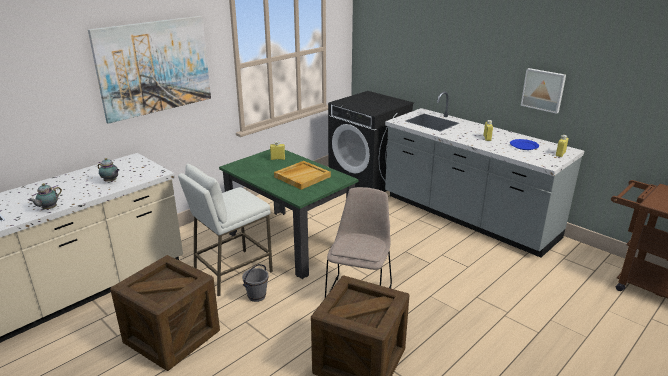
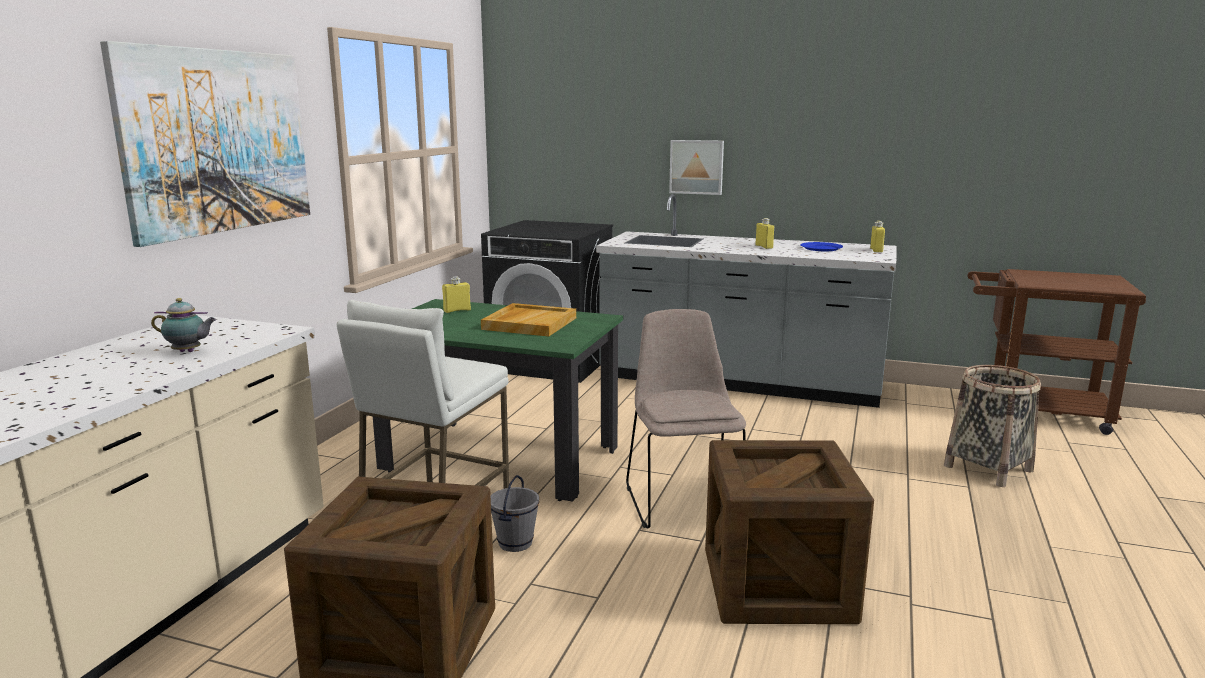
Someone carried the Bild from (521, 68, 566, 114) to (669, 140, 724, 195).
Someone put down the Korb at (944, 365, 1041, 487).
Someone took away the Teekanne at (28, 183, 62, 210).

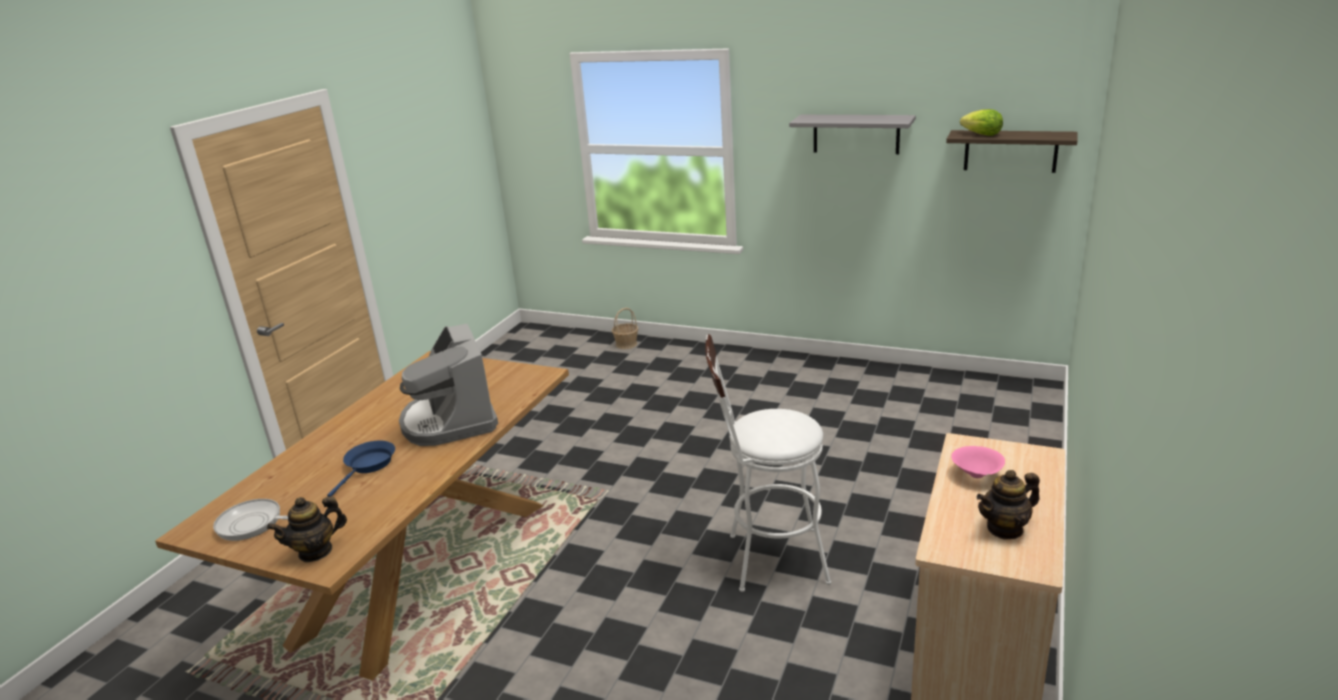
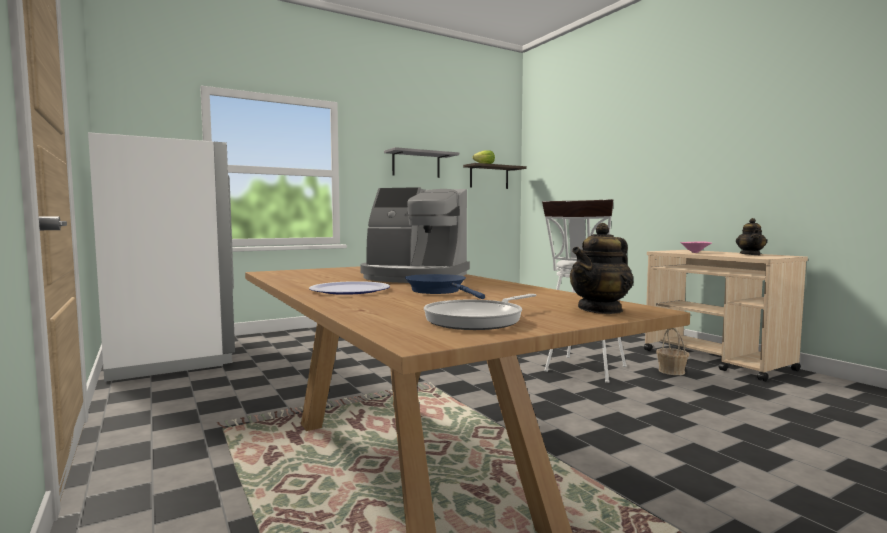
Someone put down the Kühlschrank [weiß] at (88, 132, 235, 382).
Someone put down the Teller at (309, 281, 390, 295).
Someone rotated the Teekanne at (267, 496, 347, 563) by 45 degrees clockwise.
Someone carried the Korb from (612, 308, 638, 349) to (656, 328, 689, 375).

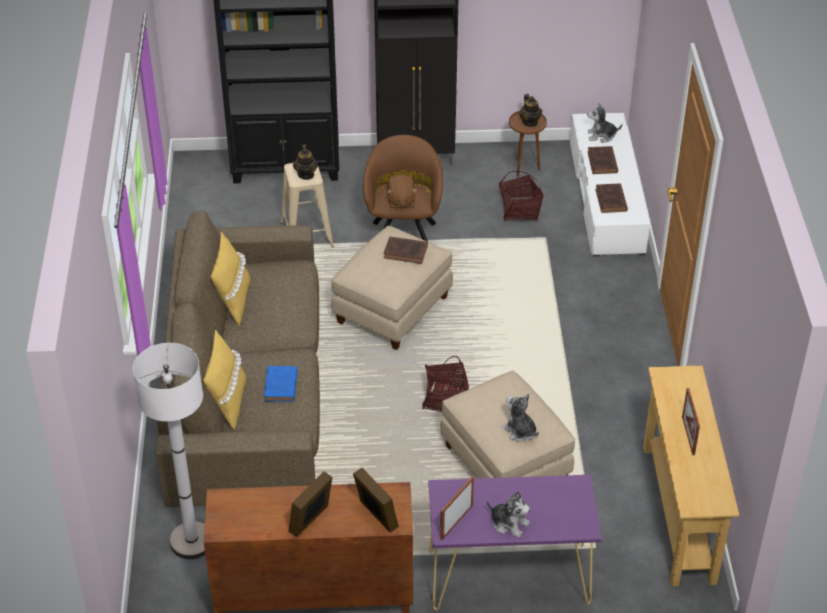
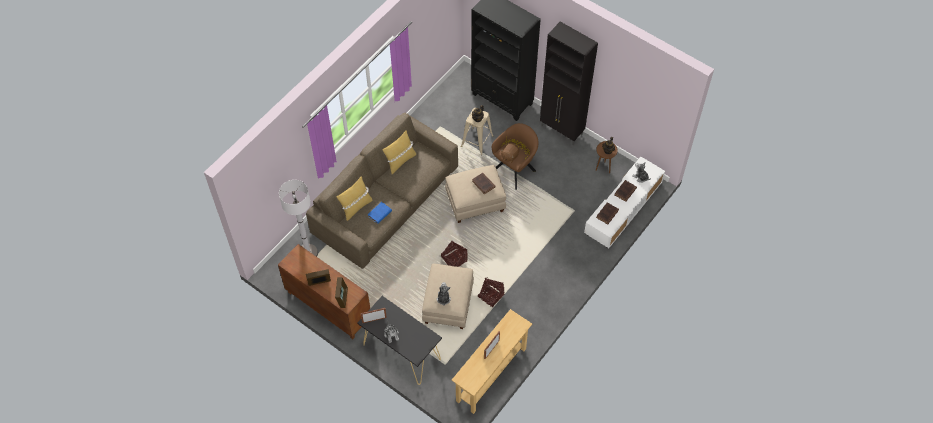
Someone repainted the Konsolentisch [lila] at (428, 475, 602, 611), which became the Konsolentisch [schwarz] at (357, 296, 442, 385).
Someone carried the Korb from (499, 171, 544, 221) to (478, 278, 504, 308).

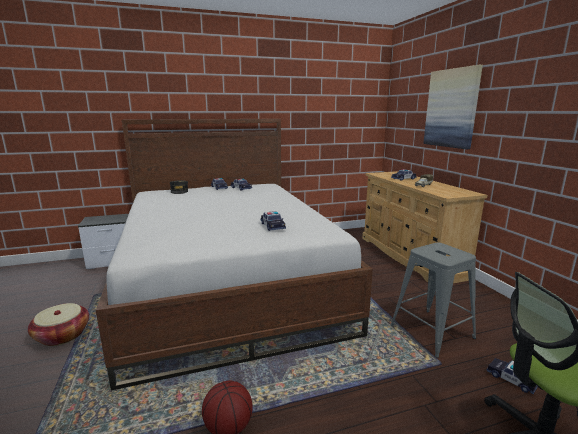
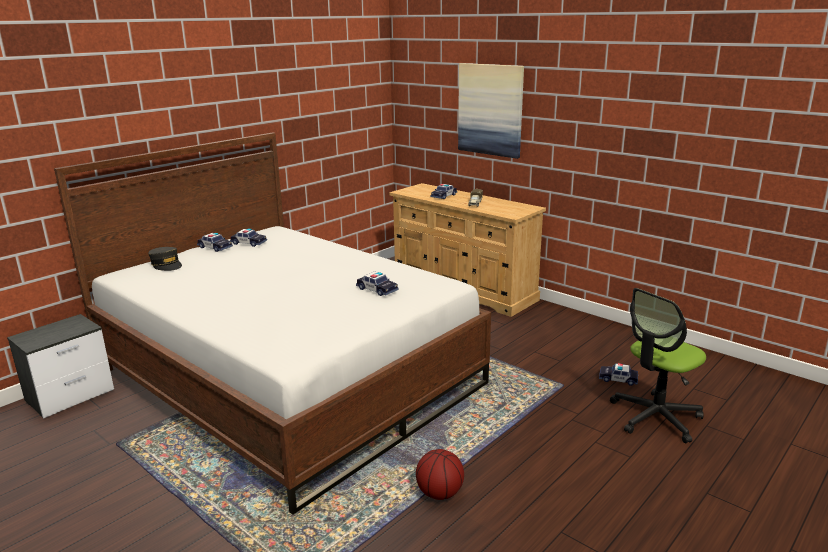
Someone took away the Korb at (28, 303, 89, 346).
Someone took away the Hocker [grau] at (391, 243, 476, 358).

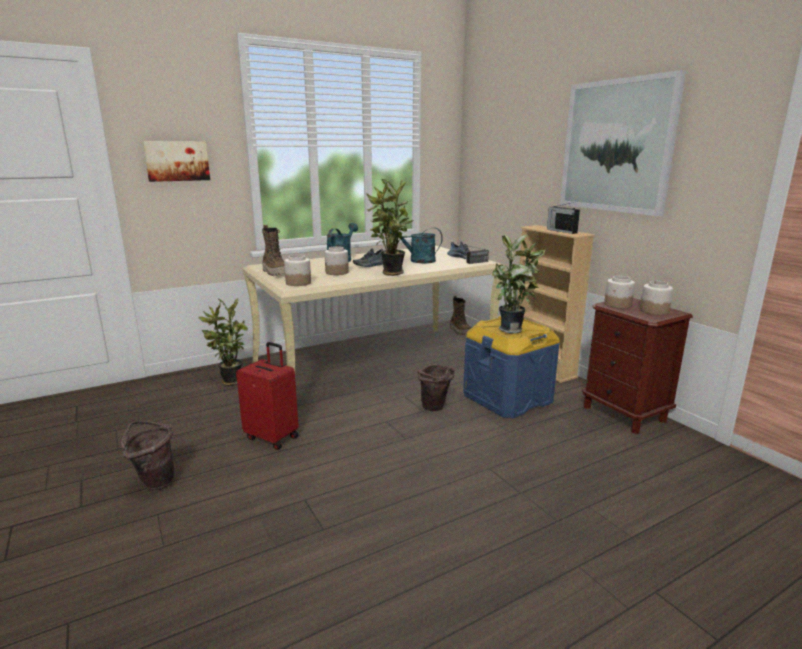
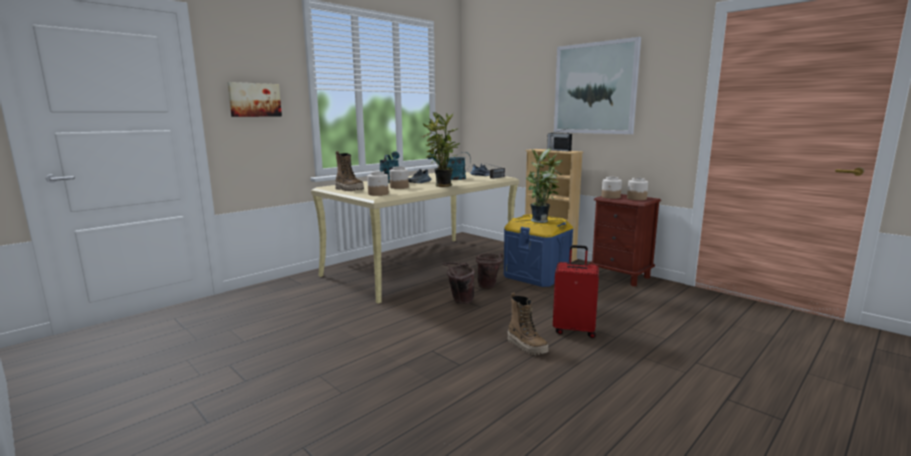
Someone carried the Eimer [braun] from (121, 421, 174, 490) to (442, 262, 475, 304).
Someone carried the Stiefel from (450, 296, 471, 335) to (507, 293, 549, 355).
Someone carried the Koffer [rot] from (236, 342, 299, 450) to (553, 245, 599, 338).
Someone took away the Topfpflanze at (198, 298, 248, 386).

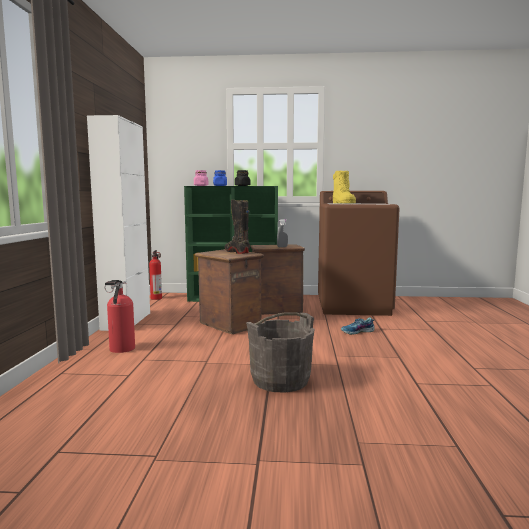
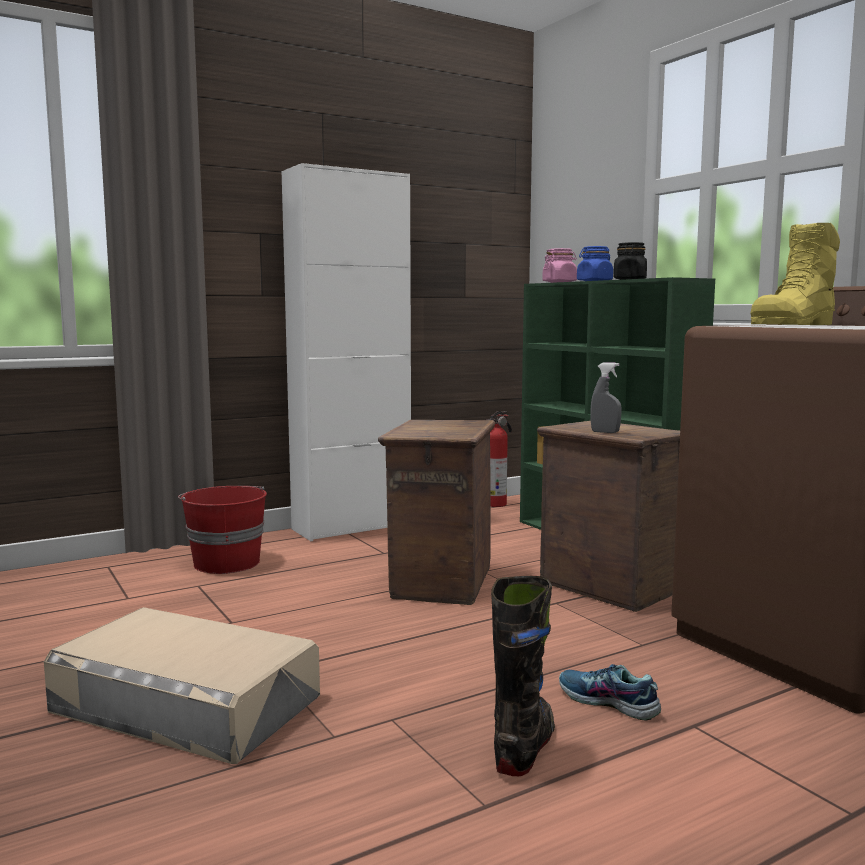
Someone swapped the Eimer [grau] at (246, 312, 314, 393) for the Aufbewahrungsbox [beige] at (44, 607, 320, 764).
Someone swapped the Feuerlöscher at (105, 280, 135, 353) for the Eimer [rot] at (178, 486, 267, 574).
Someone carried the Stiefel [schwarz] from (225, 200, 250, 254) to (491, 576, 555, 776).

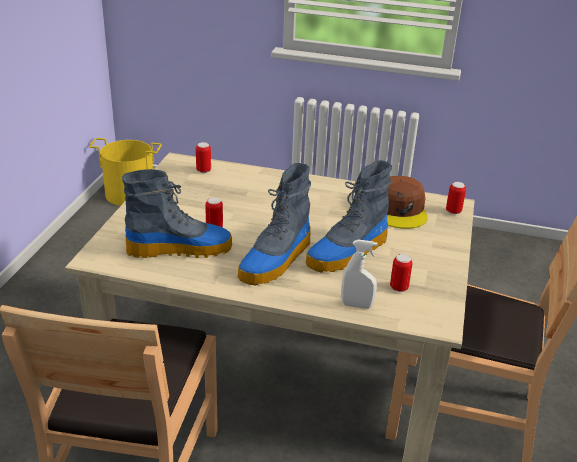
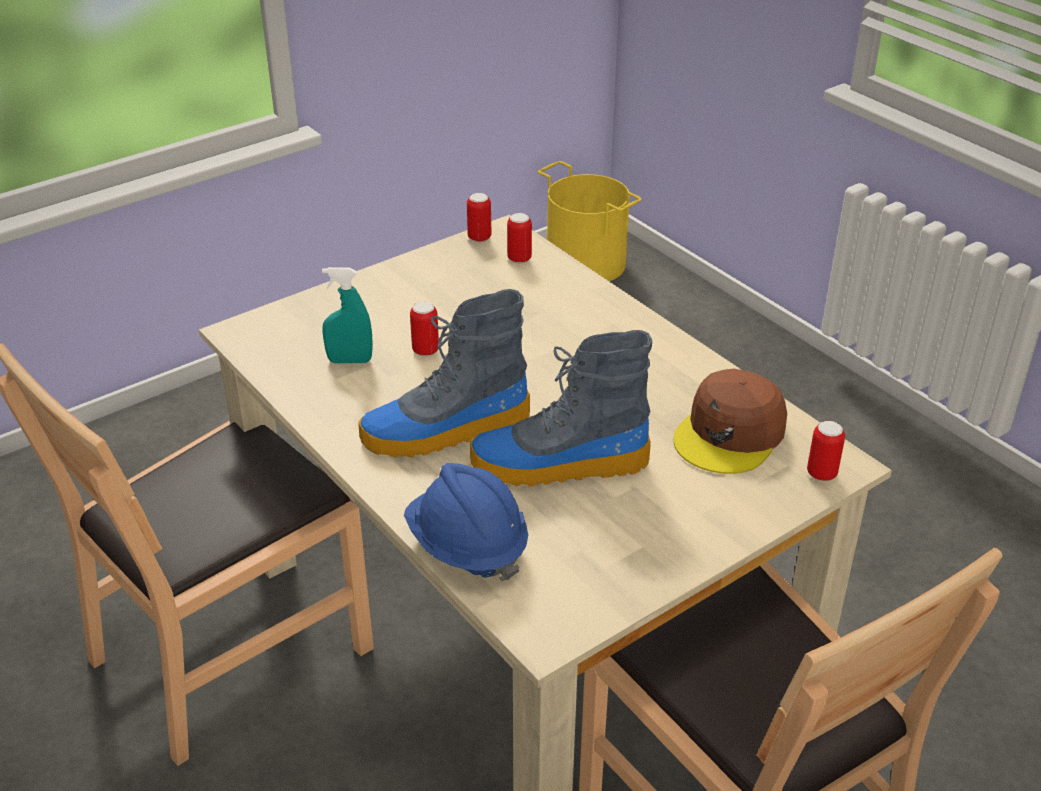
Someone swapped the Stiefel at (122, 169, 232, 258) for the Sprühflasche [türkis] at (322, 267, 373, 364).
Someone swapped the Sprühflasche [weiß] at (341, 239, 378, 309) for the Schutzhelm [blau] at (404, 463, 528, 582).
Someone carried the Dose from (390, 254, 412, 292) to (467, 193, 491, 242).

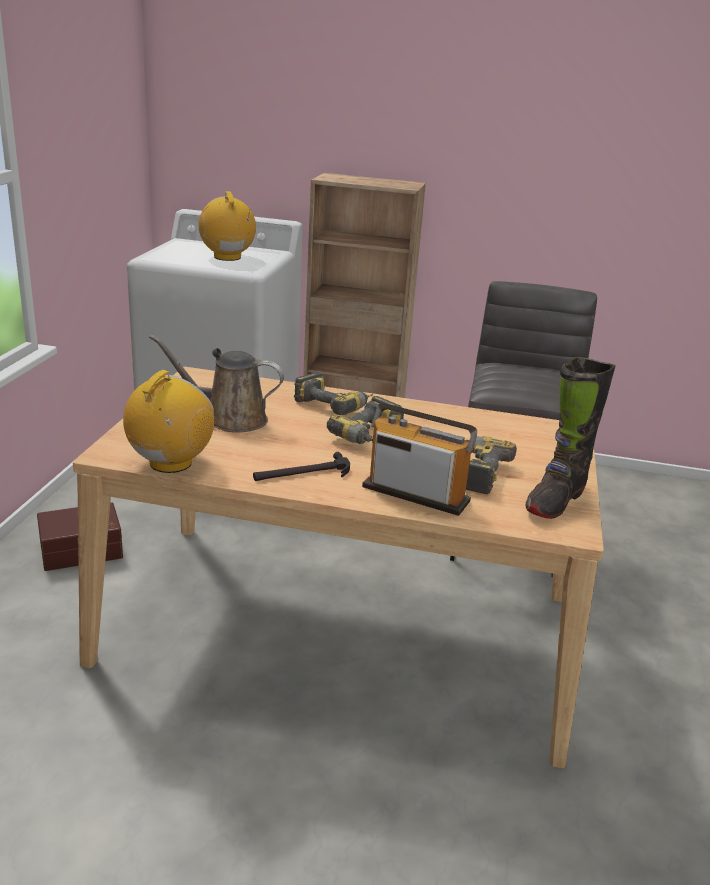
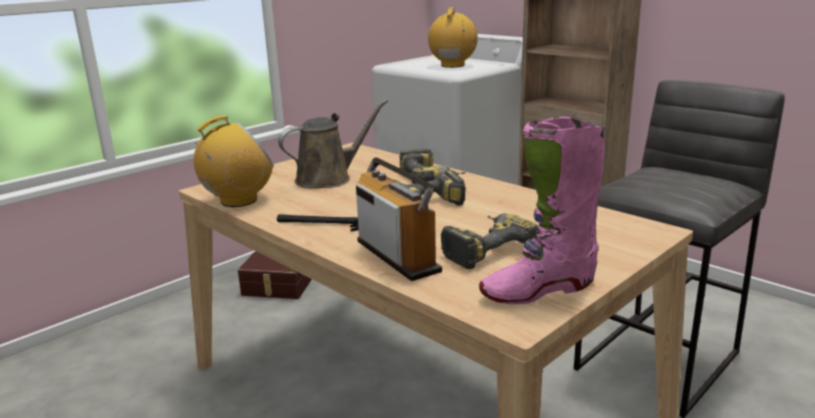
Someone rotated the Gießkanne [braun] at (149, 335, 284, 433) by 105 degrees clockwise.
Someone repainted the Stiefel [schwarz] at (525, 357, 616, 519), which became the Stiefel [rosa] at (479, 117, 605, 304).

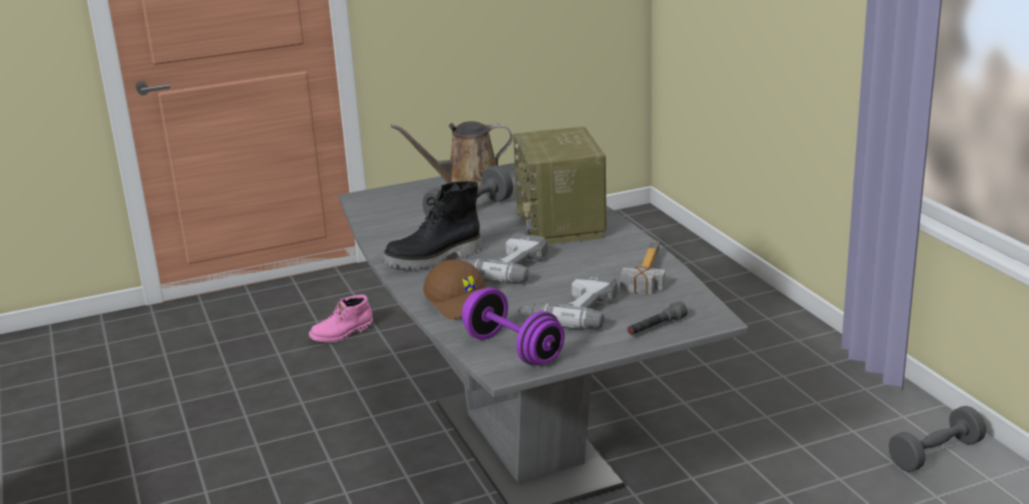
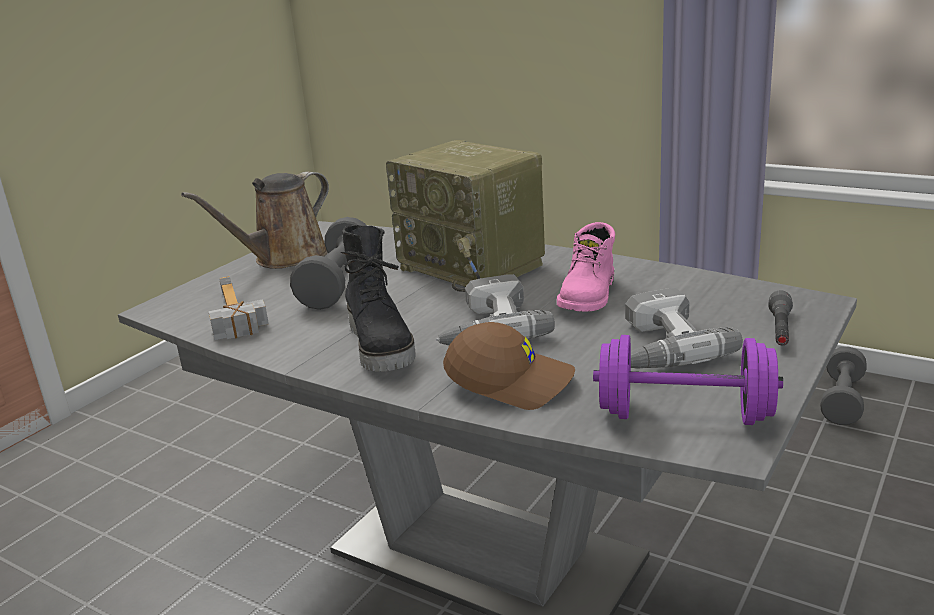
Someone carried the Hammer from (620, 241, 666, 294) to (208, 276, 269, 340).
Someone rotated the Stiefel [schwarz] at (383, 181, 482, 269) by 45 degrees counterclockwise.
Someone carried the Stiefel [rosa] from (309, 295, 373, 342) to (557, 222, 615, 312).

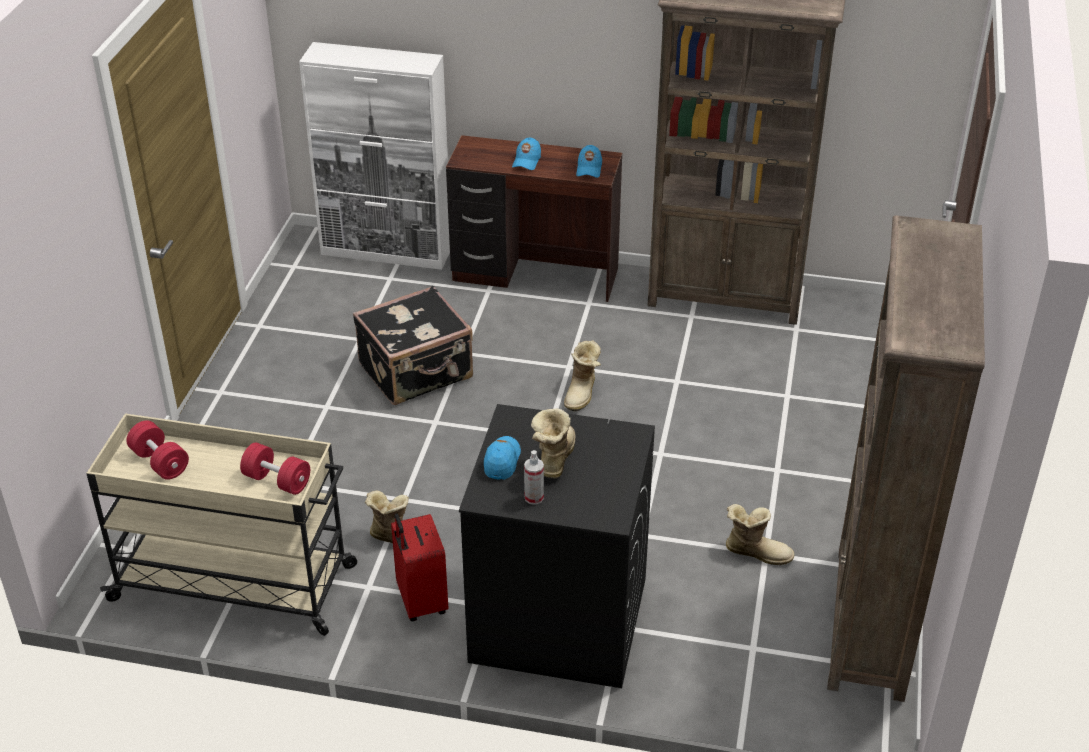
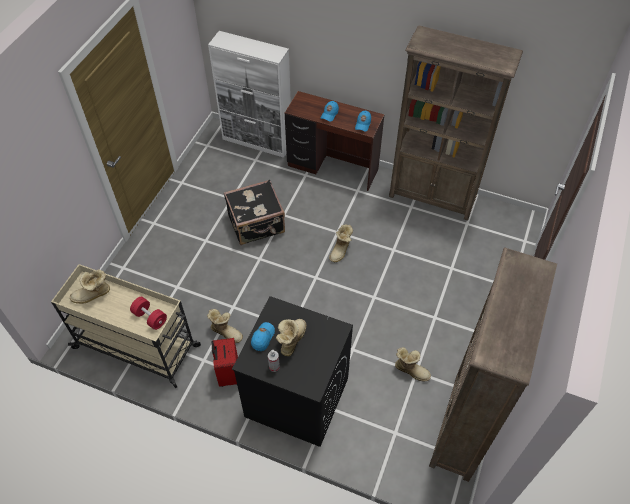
Someone swapped the Hantel [rot] at (126, 420, 189, 480) for the Stiefel at (70, 269, 110, 304).

